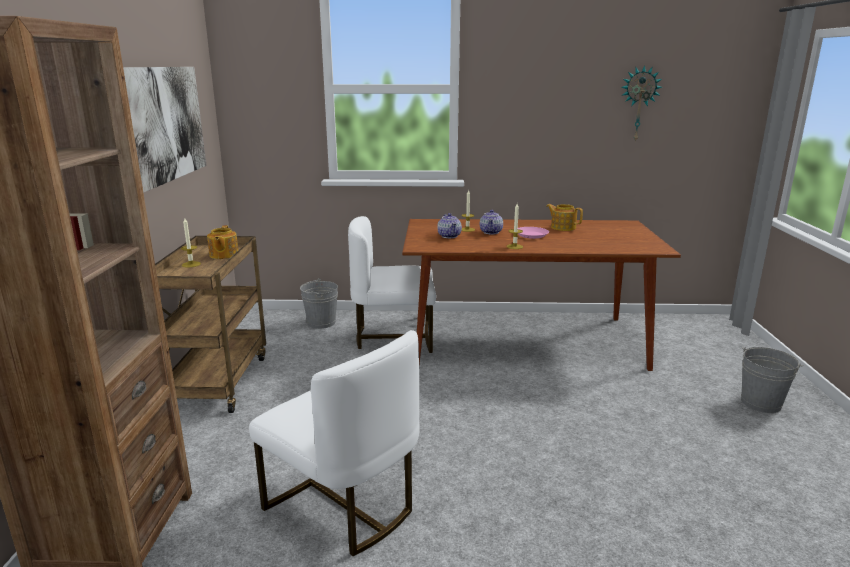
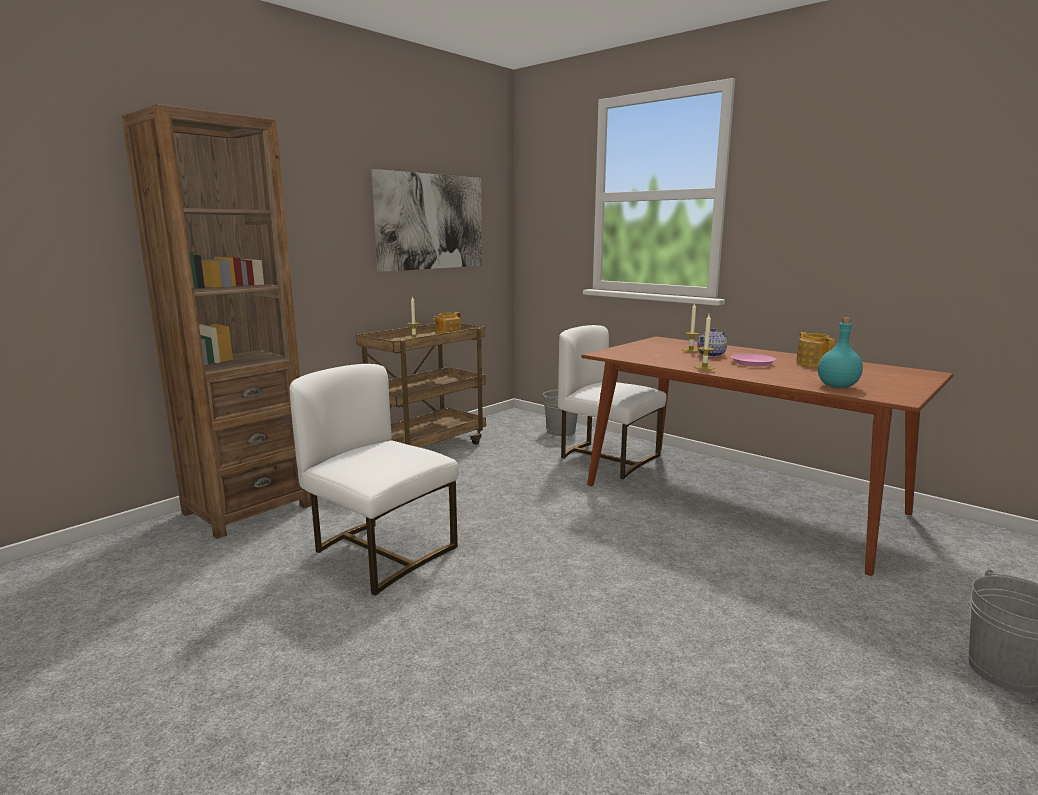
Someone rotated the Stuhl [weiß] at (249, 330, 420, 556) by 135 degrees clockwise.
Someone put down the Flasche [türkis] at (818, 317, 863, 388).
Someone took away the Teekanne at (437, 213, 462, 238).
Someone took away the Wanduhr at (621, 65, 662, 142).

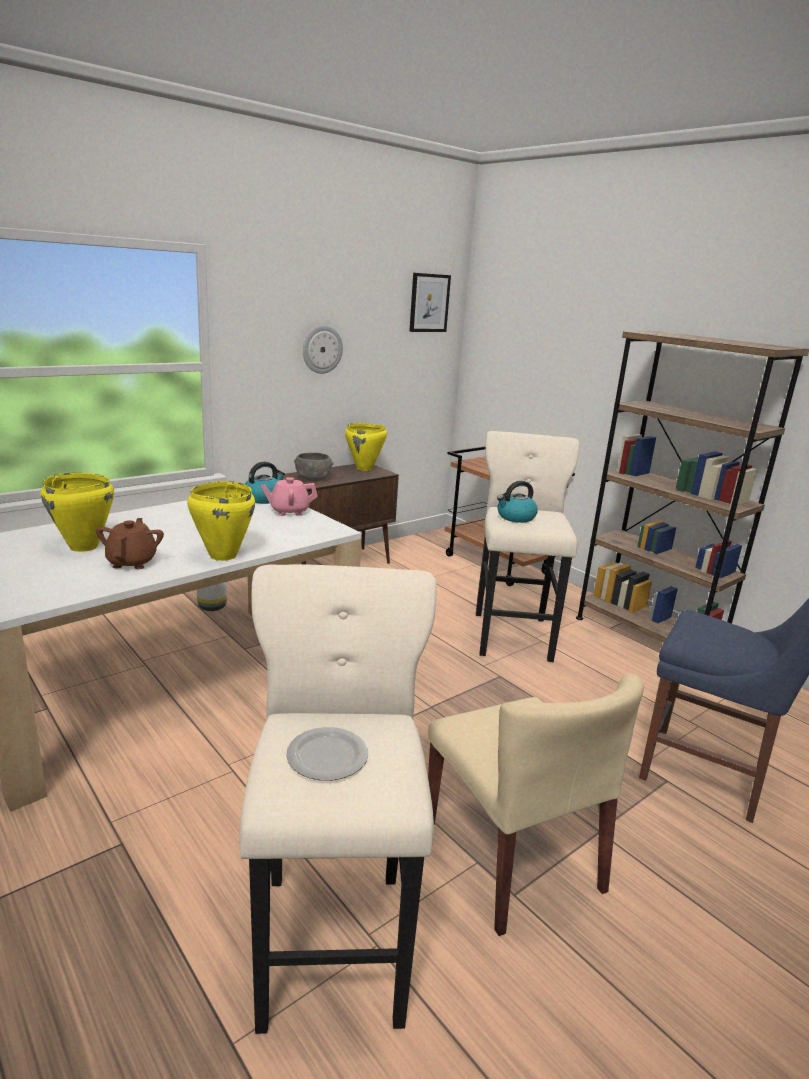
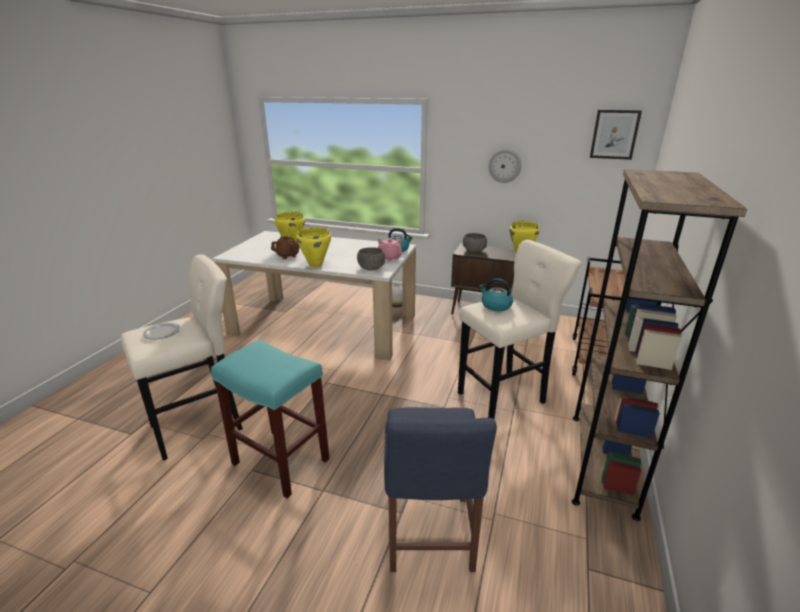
Someone swapped the Stuhl [beige] at (428, 673, 644, 936) for the Hocker [türkis] at (211, 340, 329, 498).
Someone put down the Schüssel [grau] at (357, 247, 385, 270).

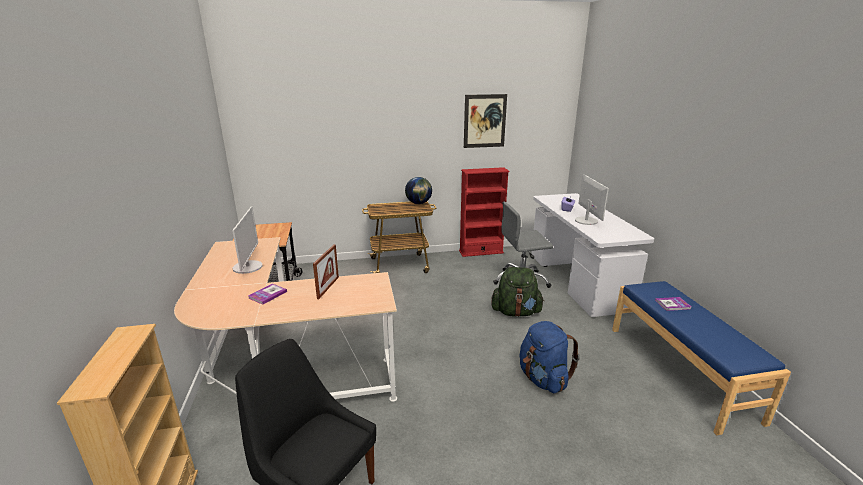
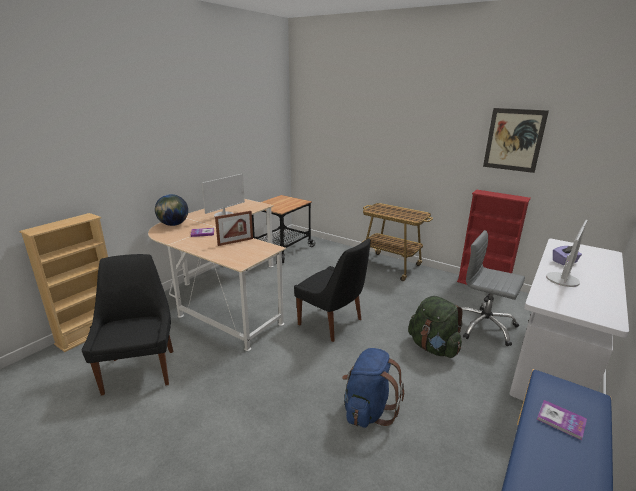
Someone carried the Globus from (405, 177, 432, 204) to (155, 194, 188, 226).
Someone put down the Stuhl [schwarz] at (294, 239, 371, 342).

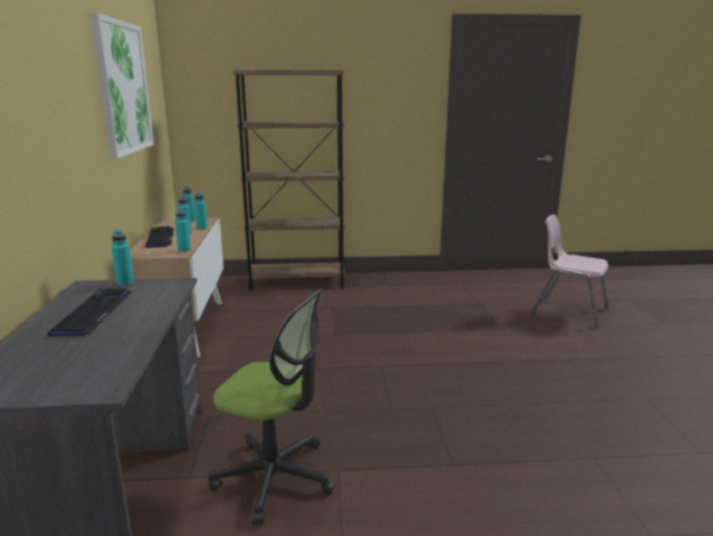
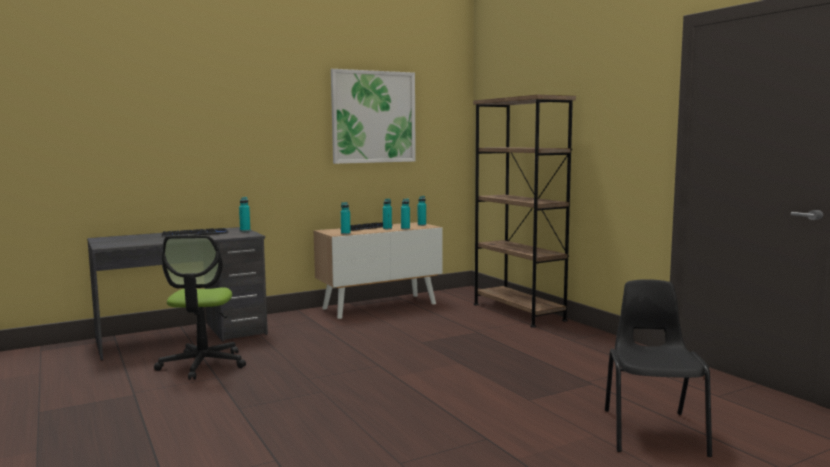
Someone repainted the Stuhl [rosa] at (532, 215, 609, 328), which became the Stuhl [schwarz] at (605, 279, 712, 457).

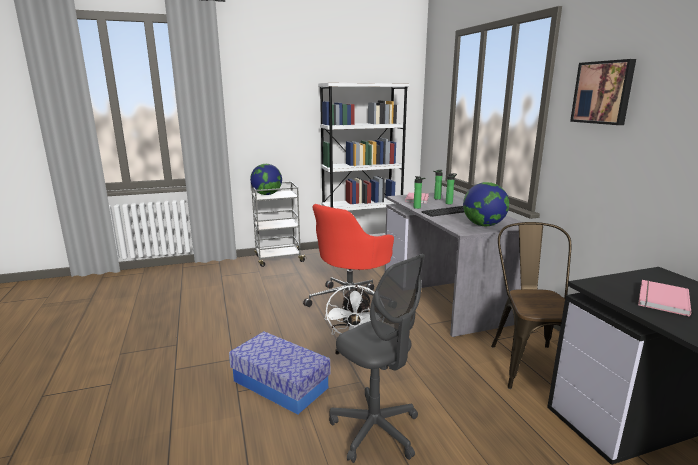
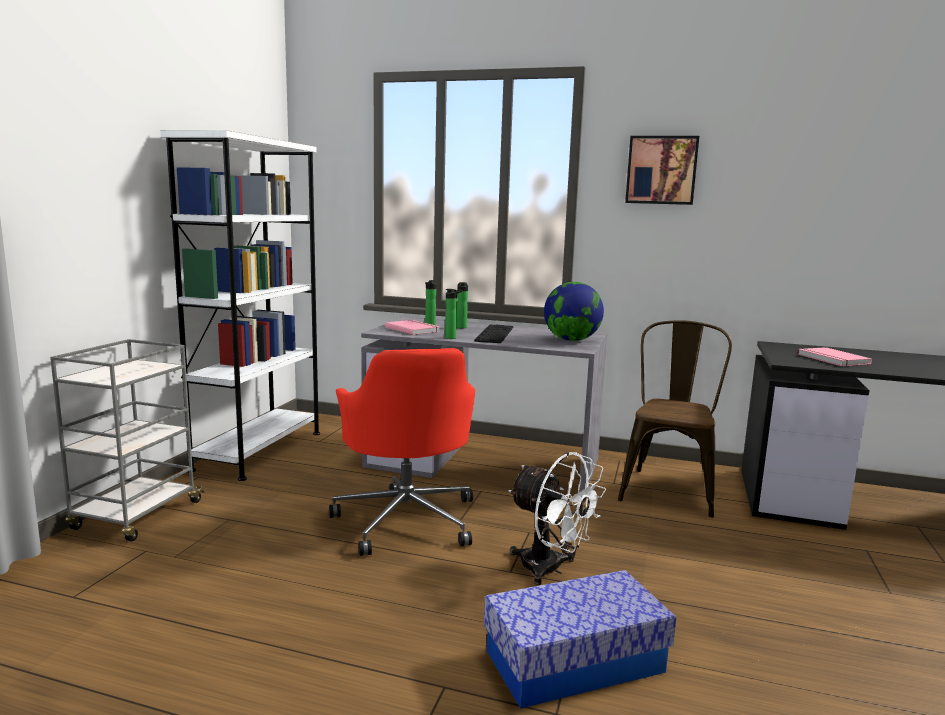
Someone rotated the Stuhl [braun] at (491, 222, 571, 389) by 75 degrees clockwise.
Someone took away the Globus at (250, 164, 282, 195).
Someone took away the Bürostuhl [grau] at (329, 254, 425, 463).

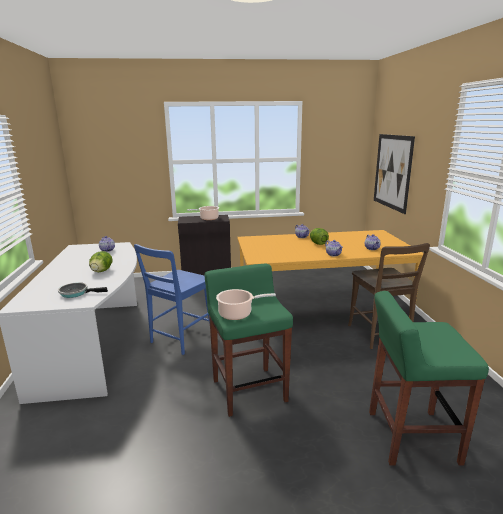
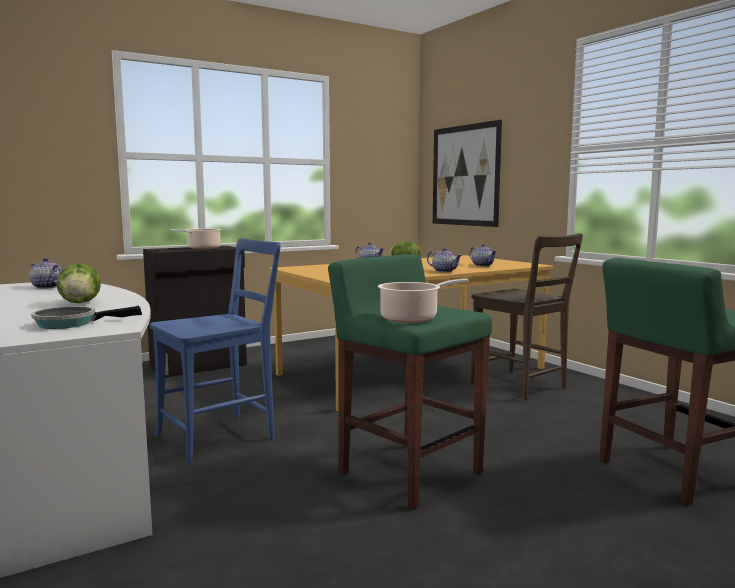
Someone rotated the Stuhl [blau] at (134, 244, 210, 355) by 135 degrees counterclockwise.

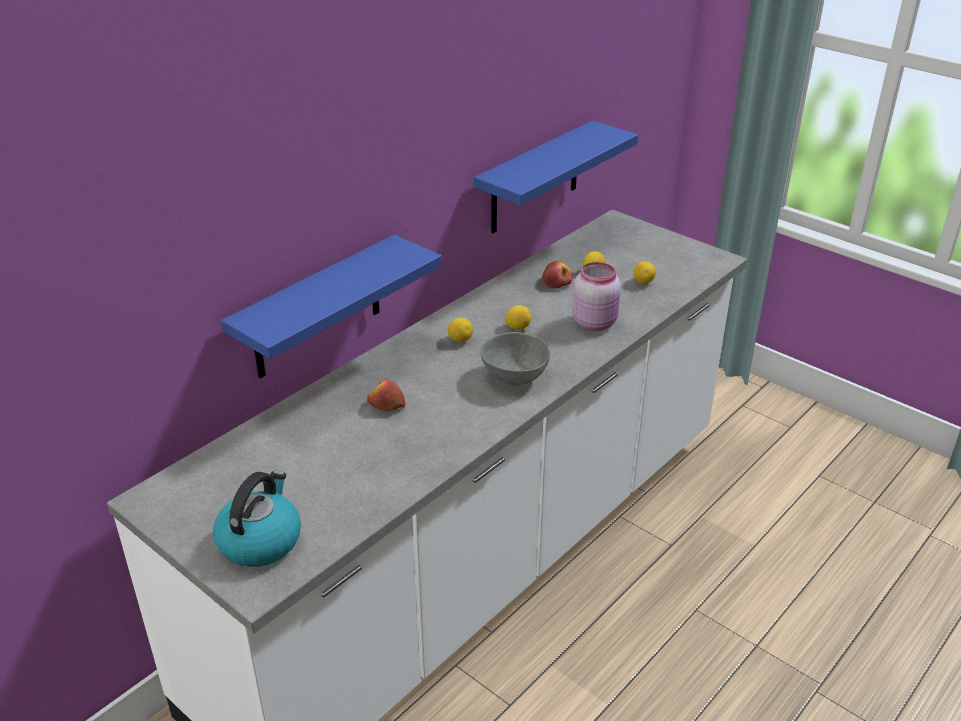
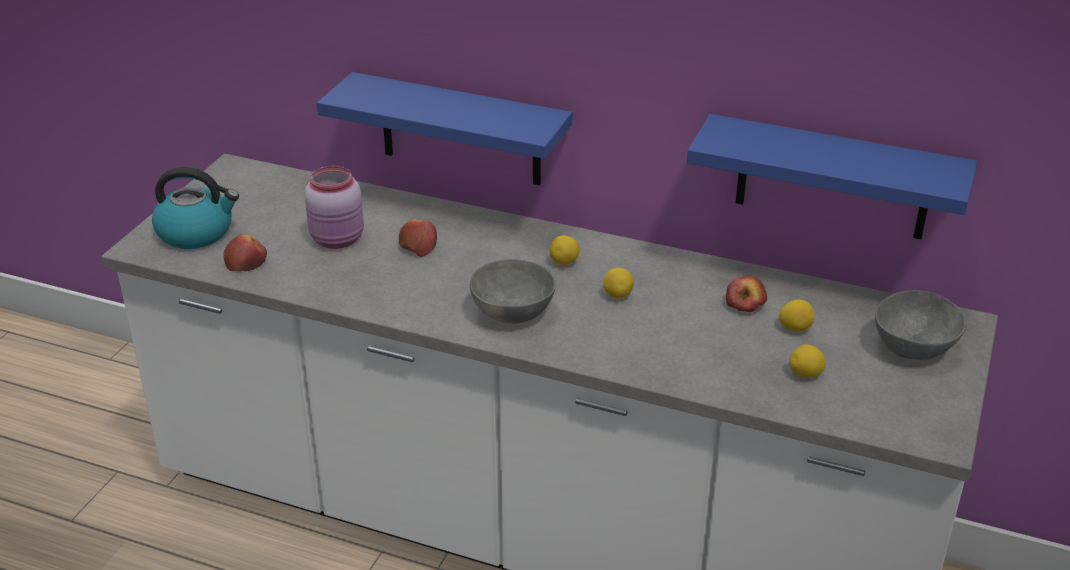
Someone put down the Apfel at (223, 234, 267, 271).
Someone carried the Vorratsglas [rosa] from (572, 262, 621, 331) to (305, 166, 364, 249).
Someone put down the Schüssel [grau] at (875, 290, 966, 360).

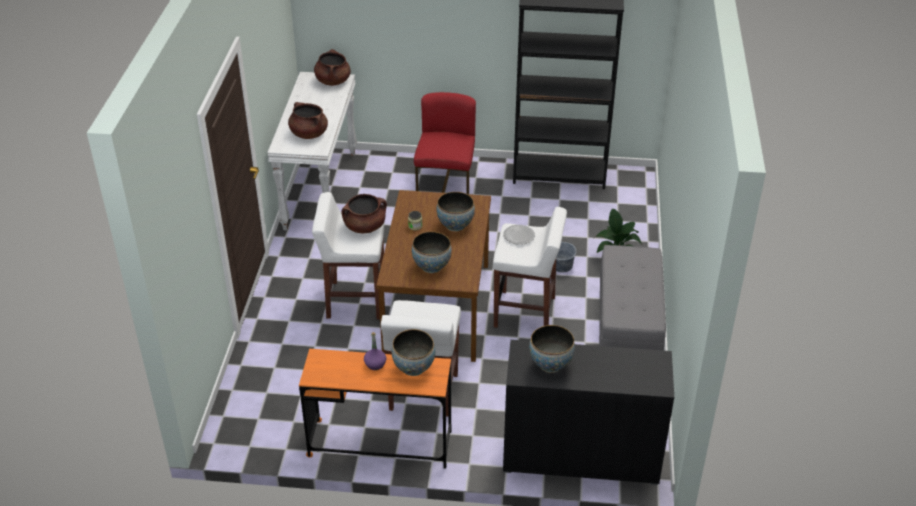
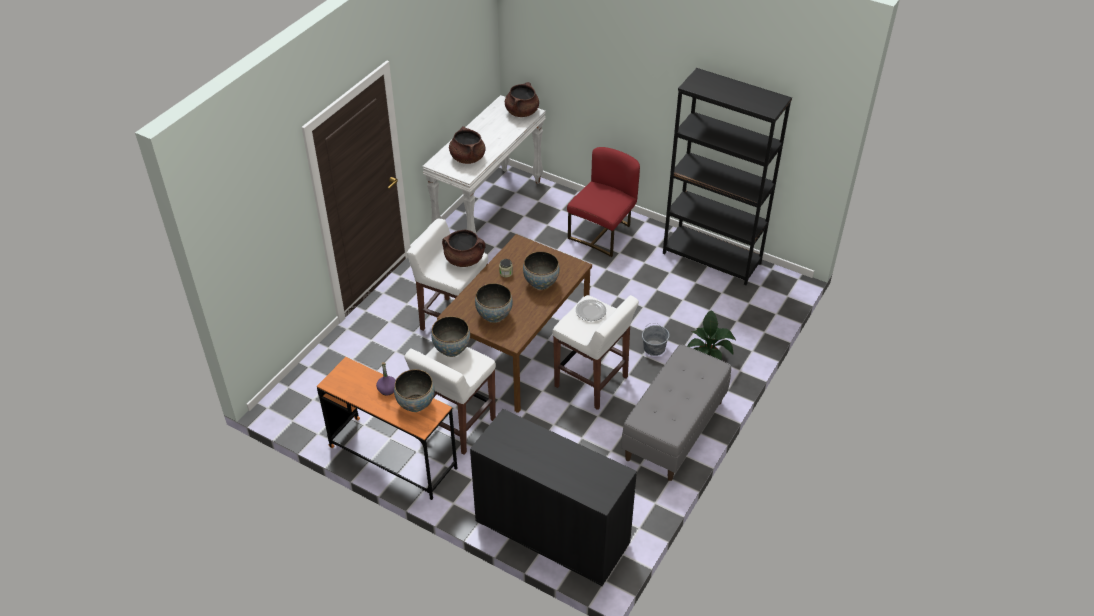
Someone carried the Schüssel from (529, 325, 575, 373) to (431, 316, 470, 357).

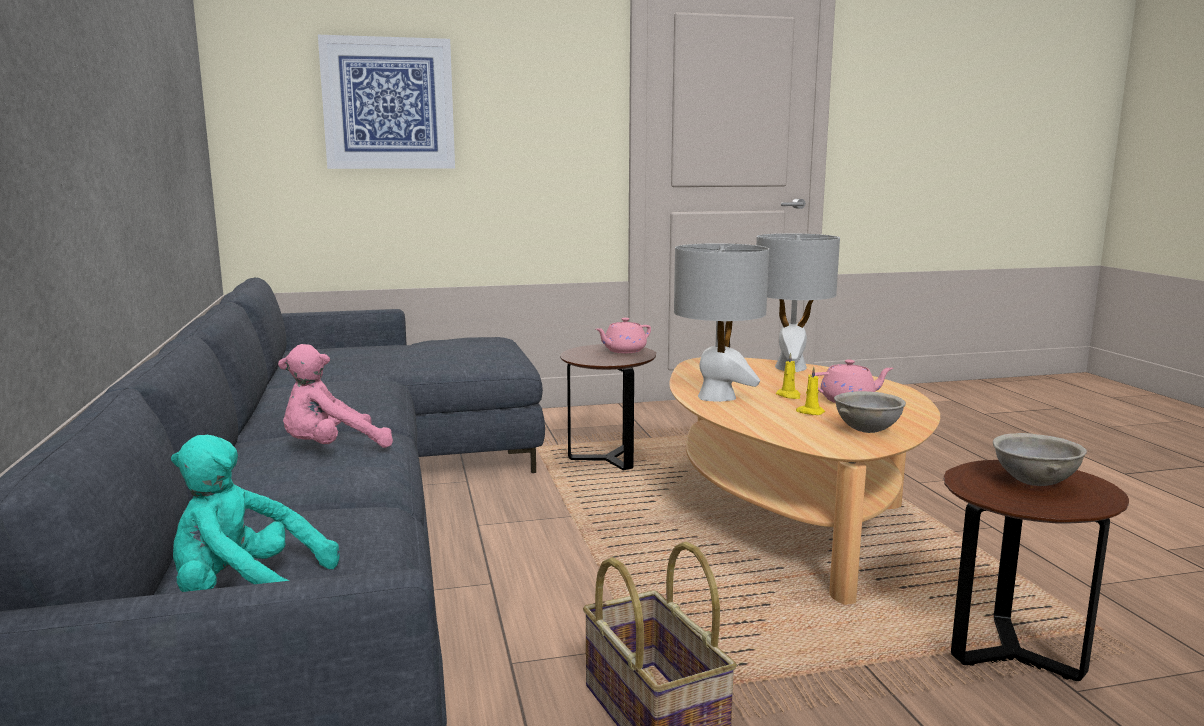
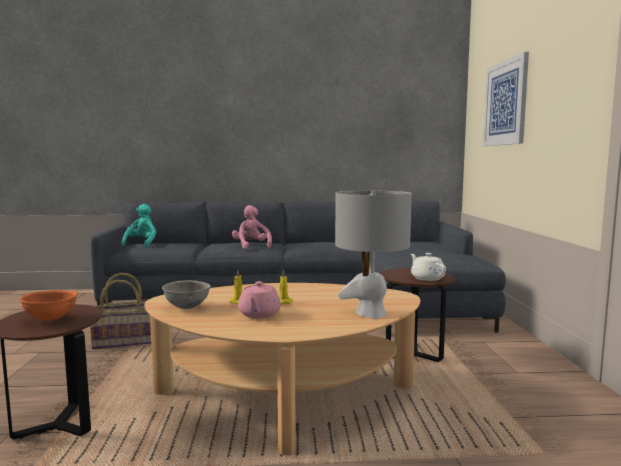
Someone repainted the Schüssel [grau] at (993, 433, 1087, 486), which became the Schüssel [orange] at (20, 290, 78, 321).
Someone repainted the Teekanne [rosa] at (596, 318, 651, 353), which became the Teekanne [weiß] at (411, 253, 446, 281).
Someone took away the Tischlampe [grau] at (674, 243, 769, 402).

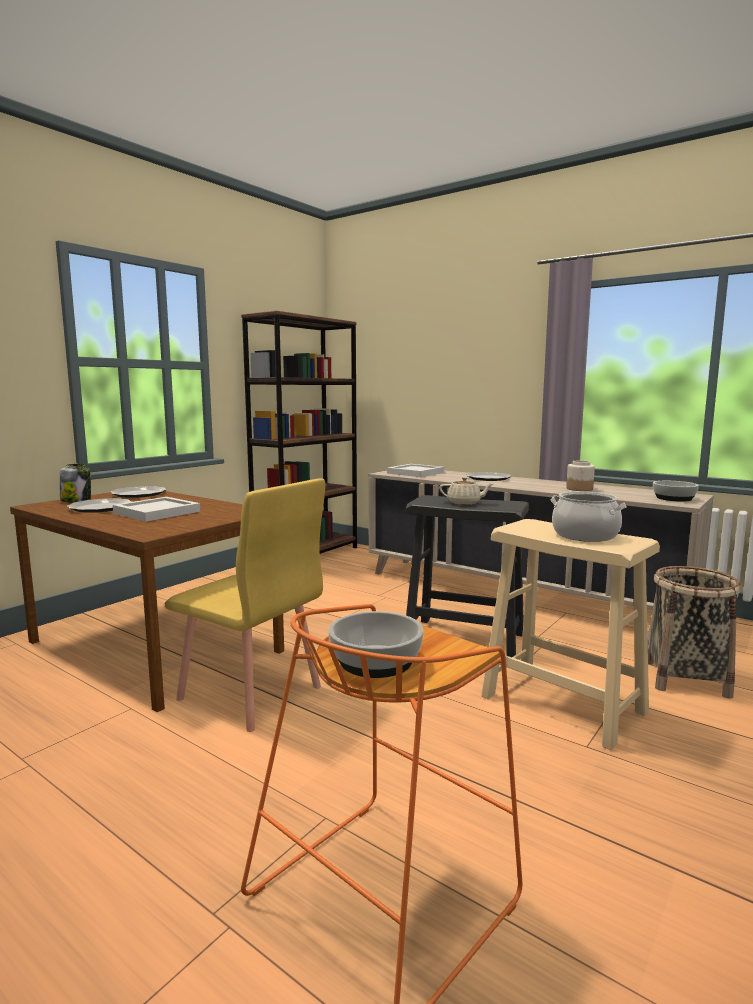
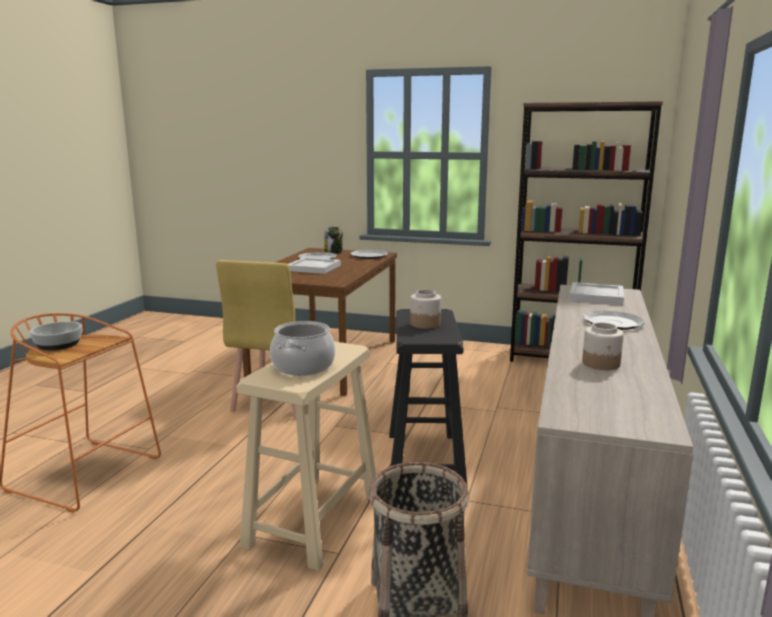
Someone swapped the Teekanne [beige] at (439, 477, 493, 505) for the Vorratsglas at (410, 290, 441, 329).
Someone took away the Schüssel at (653, 481, 699, 502).

